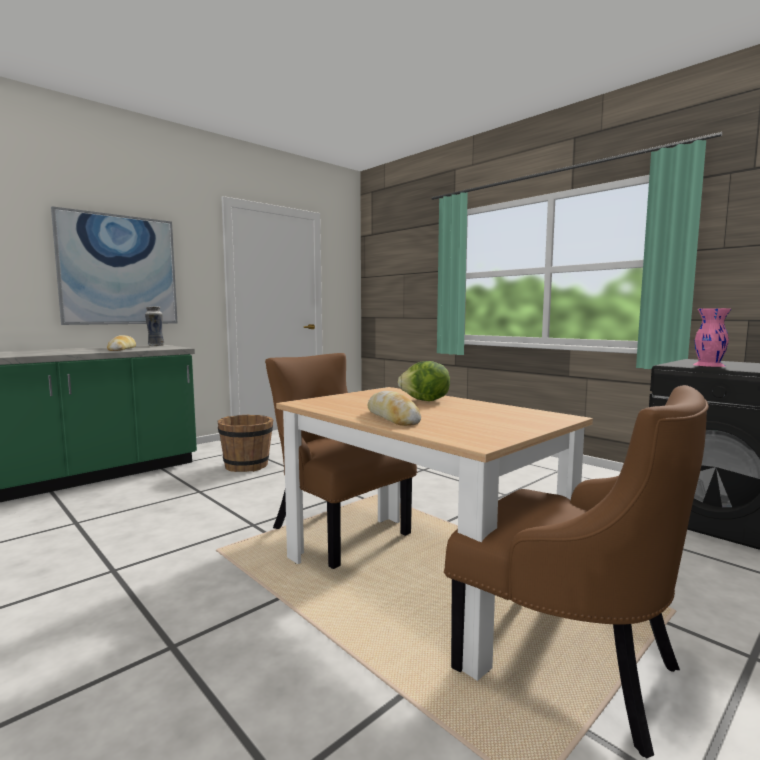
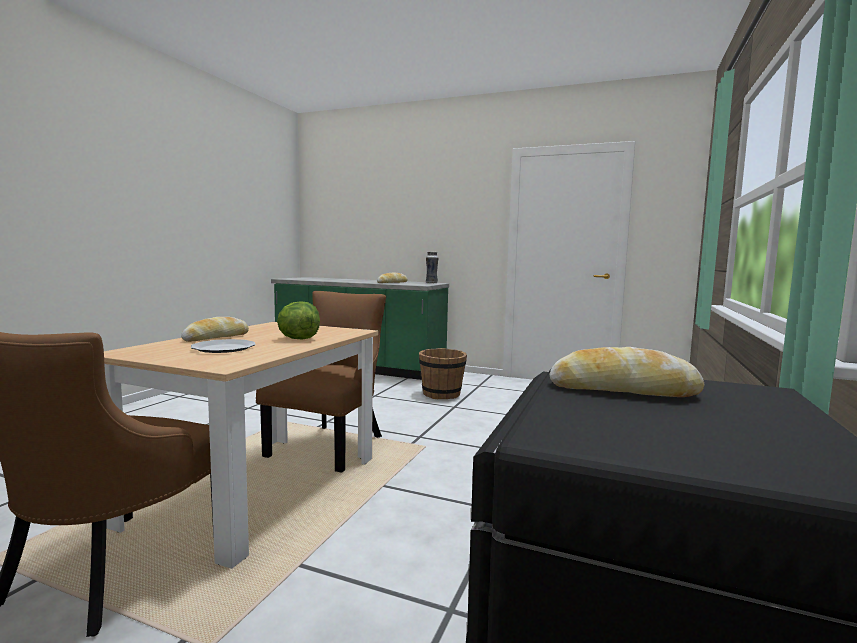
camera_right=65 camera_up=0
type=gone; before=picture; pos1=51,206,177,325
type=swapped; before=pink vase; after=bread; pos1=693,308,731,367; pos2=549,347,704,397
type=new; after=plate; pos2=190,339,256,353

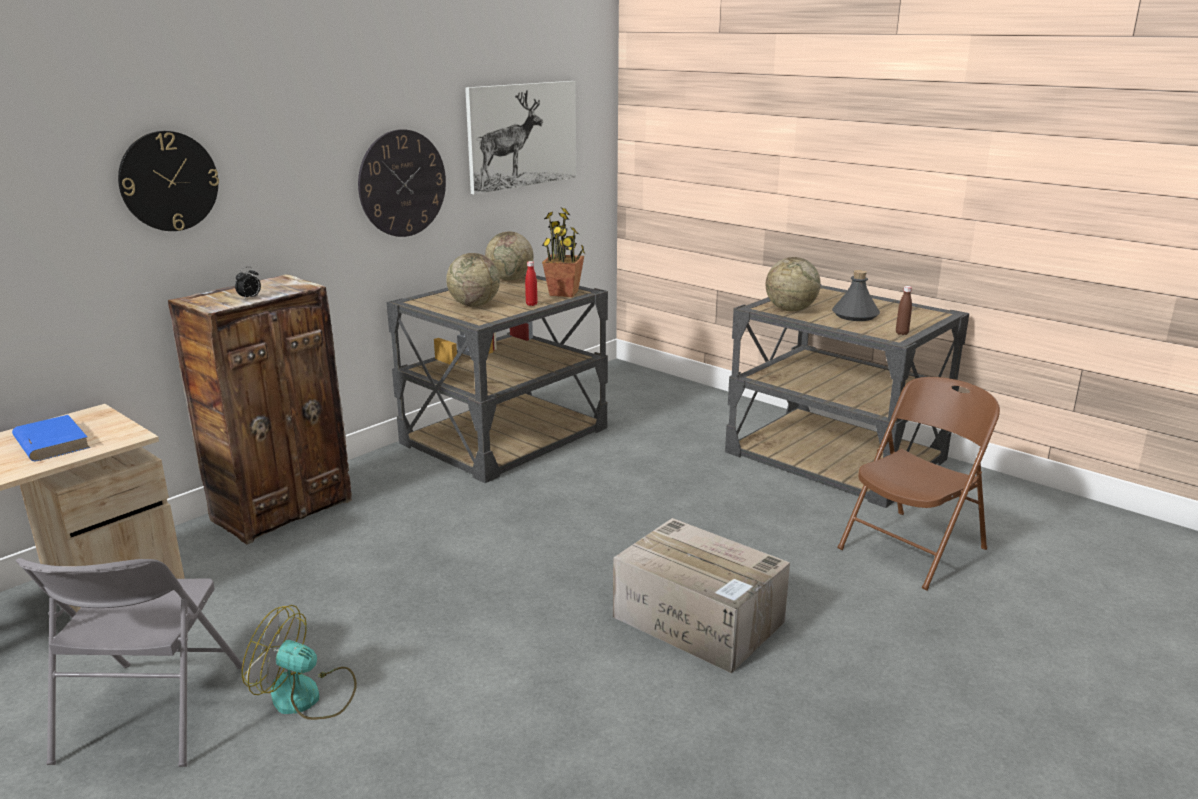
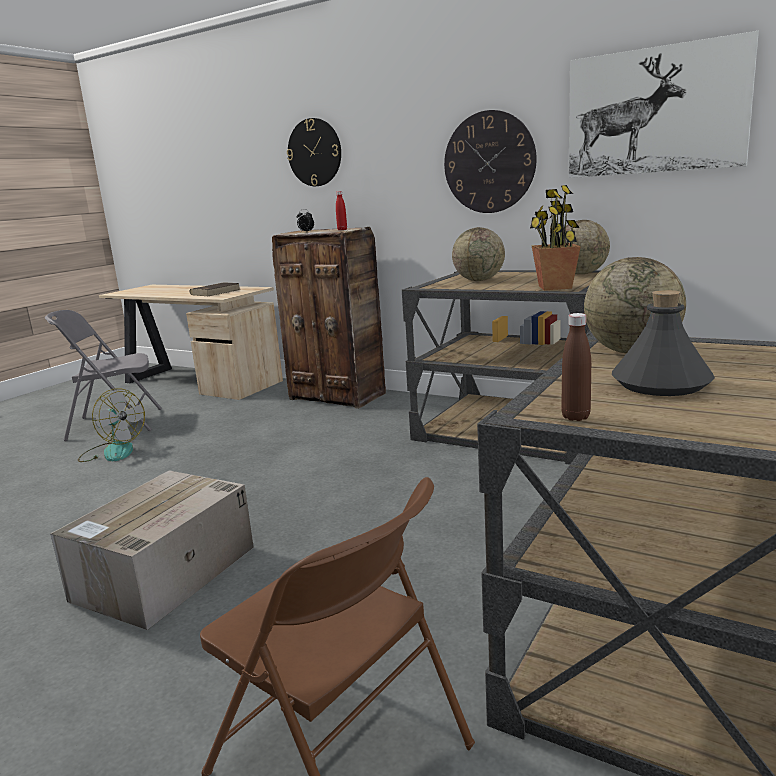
camera_right=80 camera_up=-5
type=repainted; before=blue book; after=brown book; pos1=12,415,90,461; pos2=190,282,241,296
type=rotated; before=fan; pos1=242,605,357,720; pos2=78,388,145,462; turn=120
type=shifted; before=red bottle; pos1=525,261,538,306; pos2=336,191,347,230

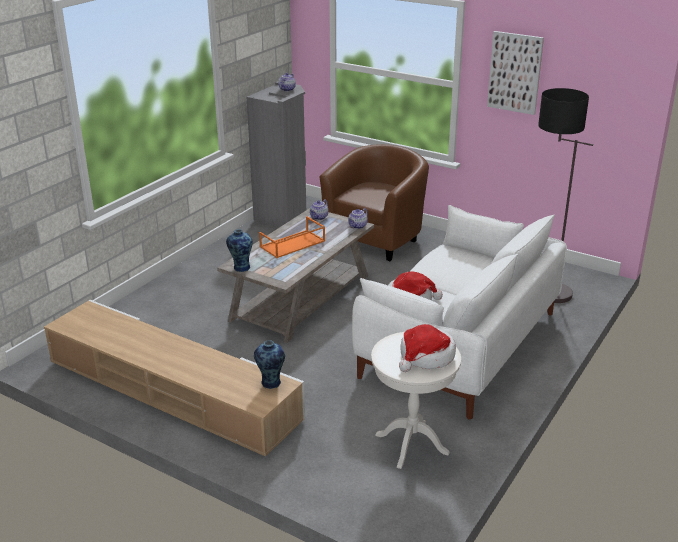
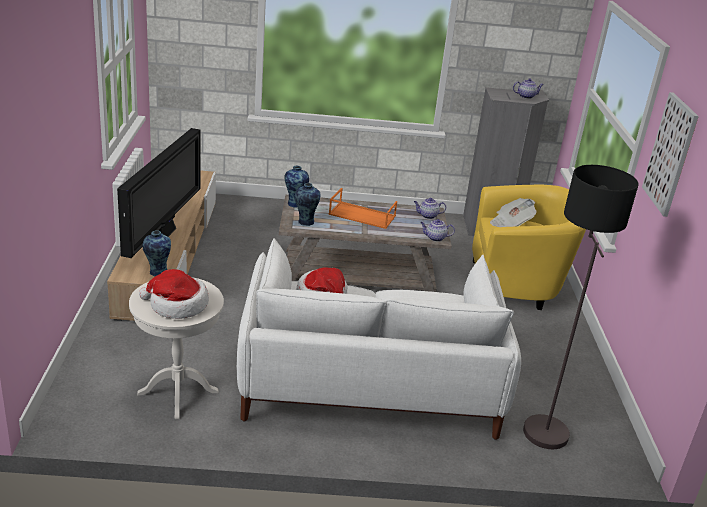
camera_right=55 camera_up=0
type=repainted; before=brown armchair; after=yellow armchair; pos1=320,144,429,261; pos2=472,185,586,310
type=new; after=television; pos2=117,128,200,258
type=new; after=vase; pos2=295,183,321,226
type=new; after=newspaper; pos2=490,198,536,227

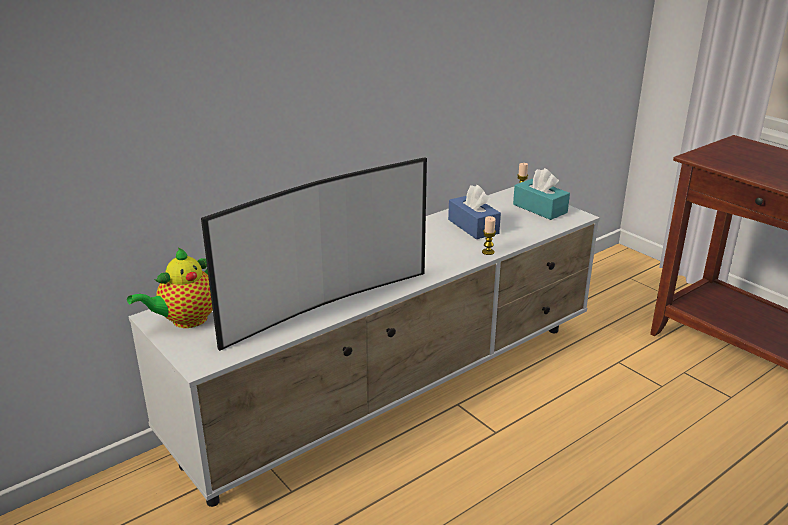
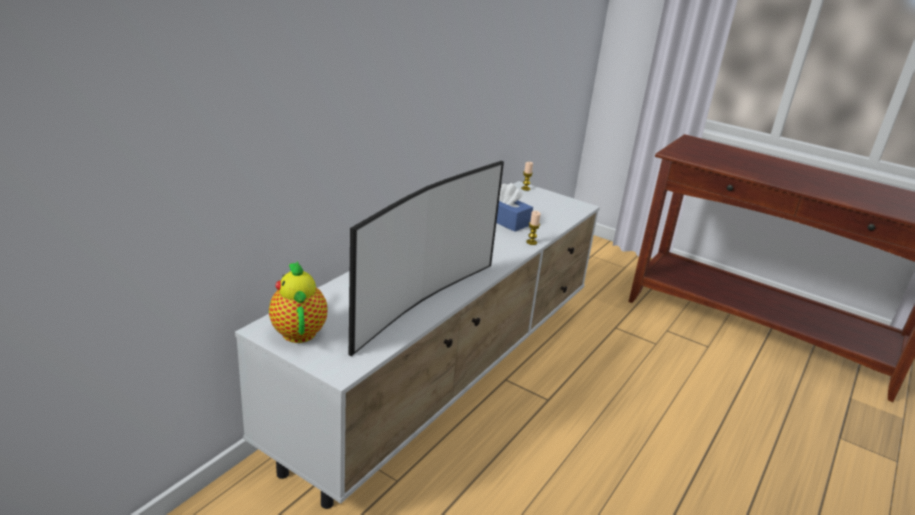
camera_right=-20 camera_up=0
type=rotated; before=teapot; pos1=127,248,213,328; pos2=269,261,328,343; turn=135
type=gone; before=turquoise tissue box; pos1=513,168,570,220

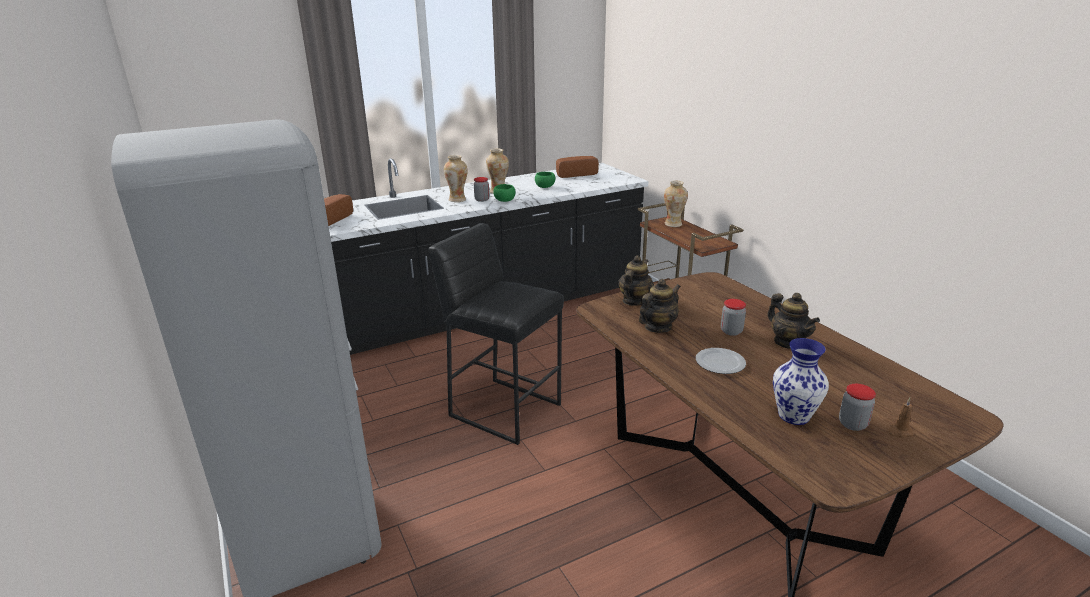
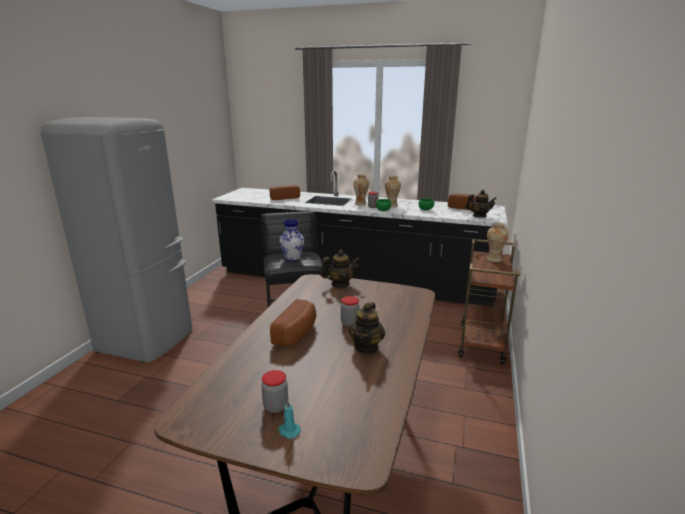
camera_right=45 camera_up=-5
type=shifted; before=teapot; pos1=639,279,681,333; pos2=465,190,497,218
type=swapped; before=plate; after=bread; pos1=696,348,746,374; pos2=270,299,316,346
type=shifted; before=vase; pos1=773,338,829,425; pos2=279,219,304,261
type=repainted; before=brown candle; after=turquoise candle; pos1=887,398,914,438; pos2=278,401,301,439

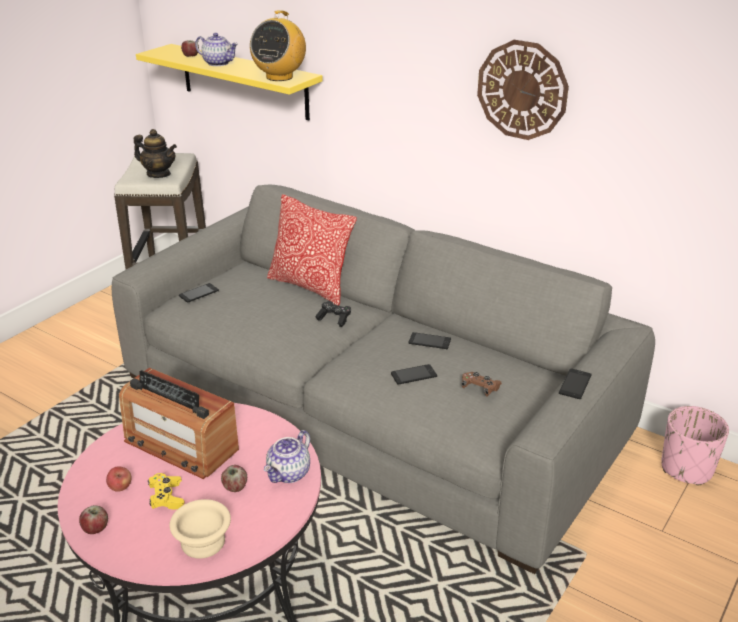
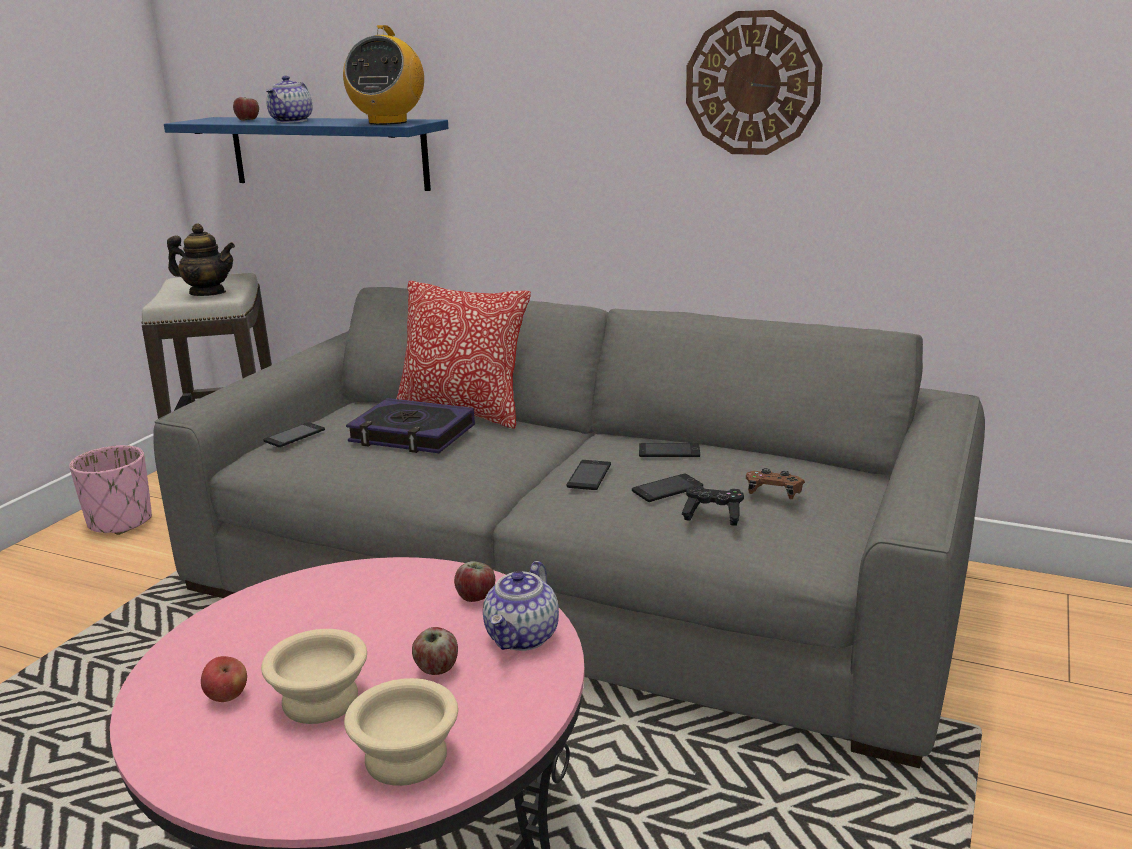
camera_right=-10 camera_up=-10
type=shifted; before=apple; pos1=79,505,108,534; pos2=454,561,495,602
type=gone; before=radio; pos1=119,368,239,479
type=repainted; before=yellow shelf; after=blue shelf; pos1=136,44,323,120; pos2=164,117,448,191
type=swapped; before=yellow game controller; after=beige bowl; pos1=148,473,184,510; pos2=261,629,367,724
type=rotated; before=teapot; pos1=195,33,238,66; pos2=266,76,312,123; turn=90
type=shifted; before=black game controller; pos1=315,301,351,327; pos2=682,485,744,526
type=shifted; before=phone; pos1=559,368,592,399; pos2=567,460,611,490
type=shifted; before=pink planter; pos1=661,406,729,486; pos2=69,445,152,535
type=new; after=book; pos2=346,398,475,453

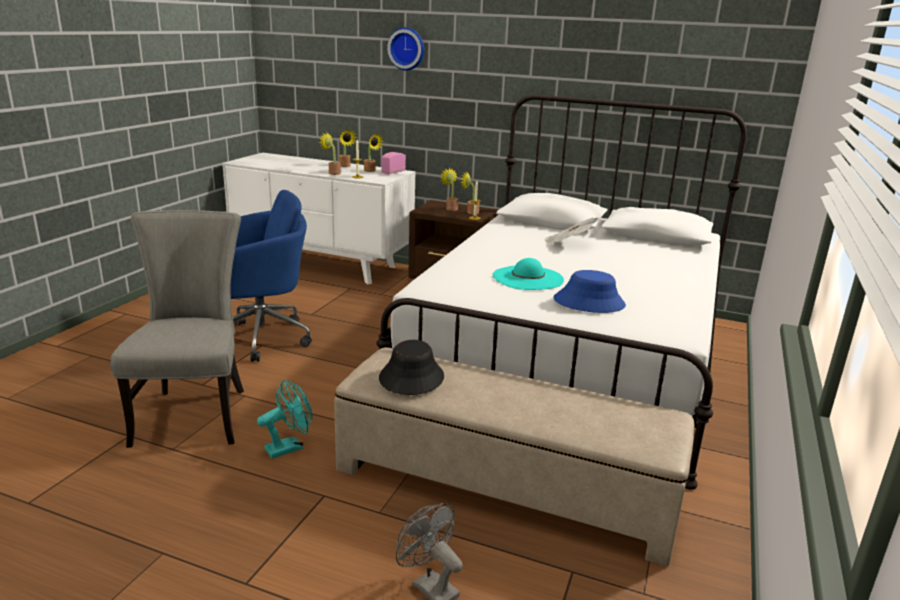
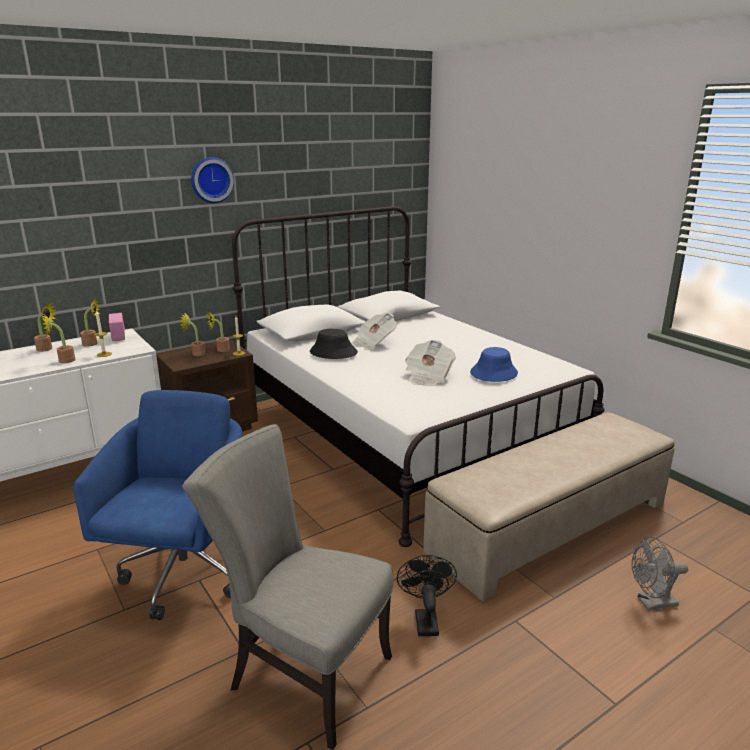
camera_right=-55 camera_up=0
type=repainted; before=turquoise fan; after=black fan; pos1=257,380,312,459; pos2=397,555,457,636
type=shifted; before=black hat; pos1=379,340,444,395; pos2=310,329,358,359
type=shifted; before=wall clock; pos1=387,27,424,70; pos2=191,157,234,203
type=swapped; before=turquoise hat; after=newspaper; pos1=492,258,564,290; pos2=405,340,456,385

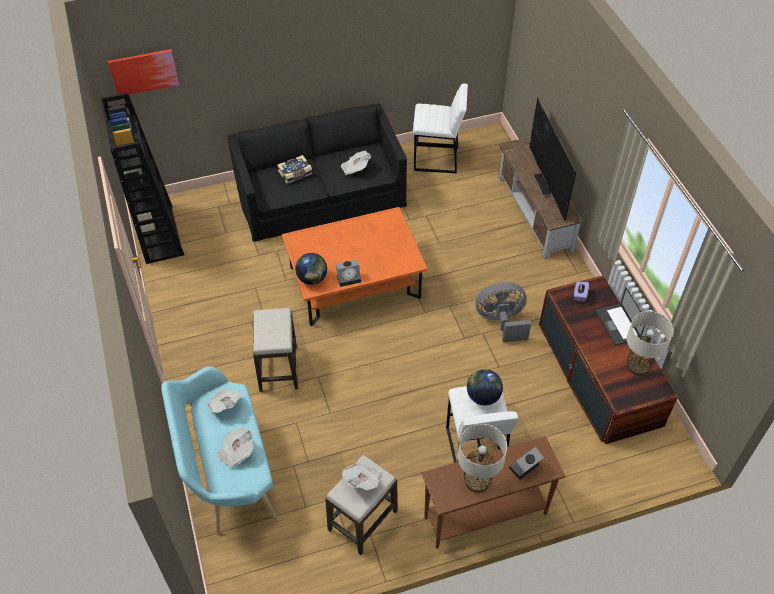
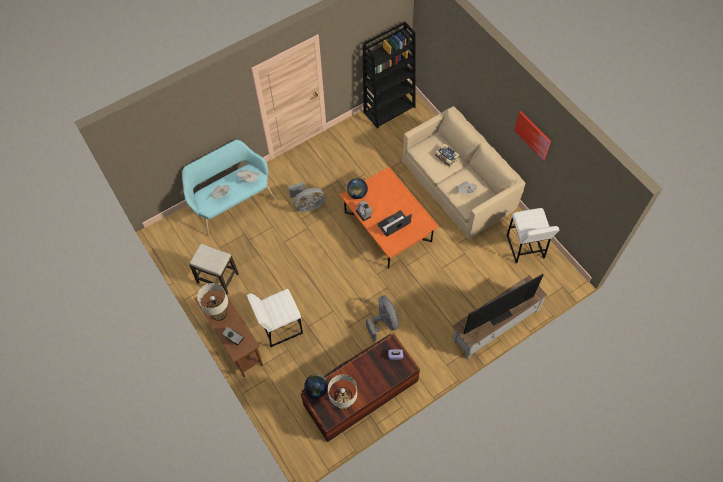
camera_right=75 camera_up=10
type=shifted; before=picture; pos1=108,49,179,95; pos2=514,111,551,160
type=repainted; before=black sofa; after=beige sofa; pos1=228,103,407,242; pos2=402,106,525,239
type=swapped; before=stool; after=grey fan; pos1=253,308,298,392; pos2=288,182,326,212
type=gone; before=newspaper; pos1=342,463,381,490
type=shifted; before=globe; pos1=467,369,503,405; pos2=304,374,328,398
type=shifted; before=laptop; pos1=596,287,645,345; pos2=377,210,412,237

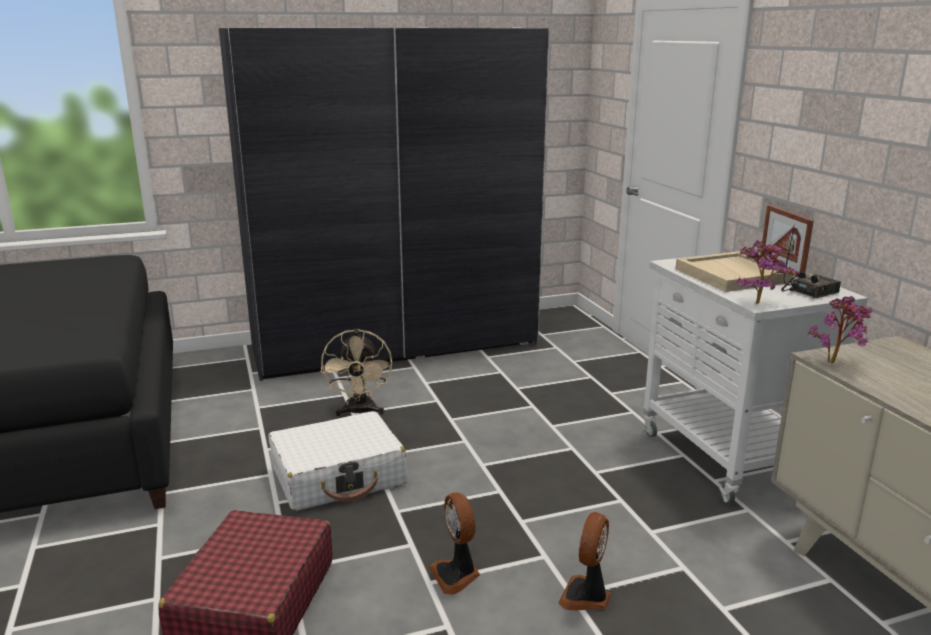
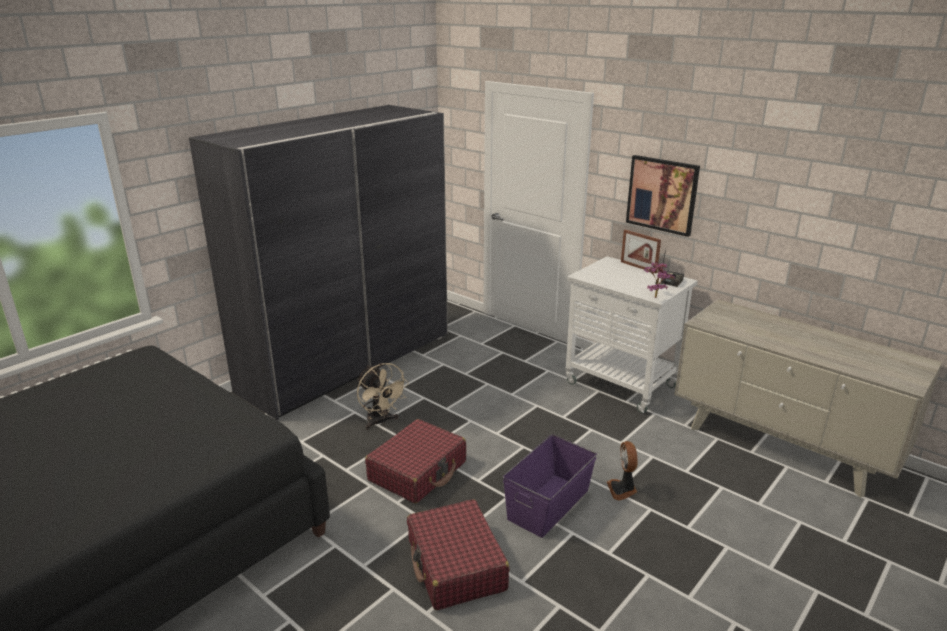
camera_right=-30 camera_up=5
type=repainted; before=white suitcase; after=red suitcase; pos1=269,411,407,511; pos2=365,419,466,504
type=swapped; before=fan; after=purple storage box; pos1=429,492,480,595; pos2=503,434,597,538
type=gone; before=beige tray; pos1=675,251,793,292
type=gone; before=potted plant; pos1=808,296,873,363
type=new; after=picture; pos2=626,155,700,237

